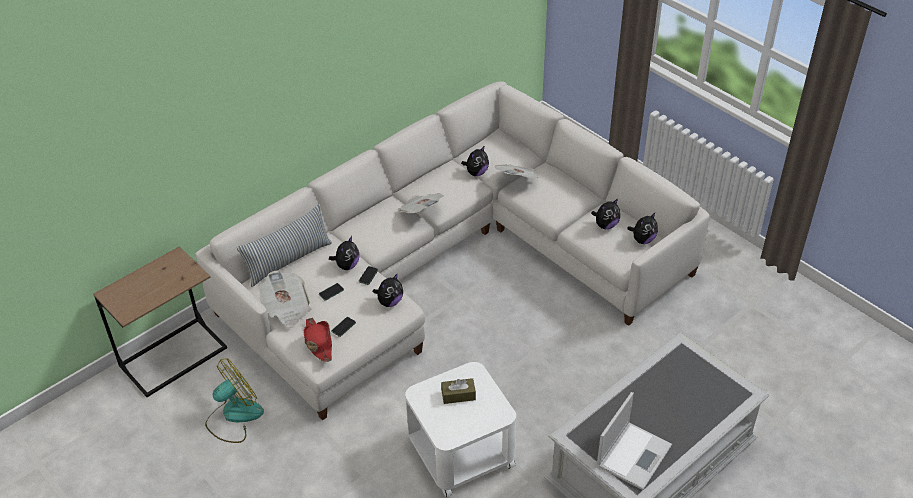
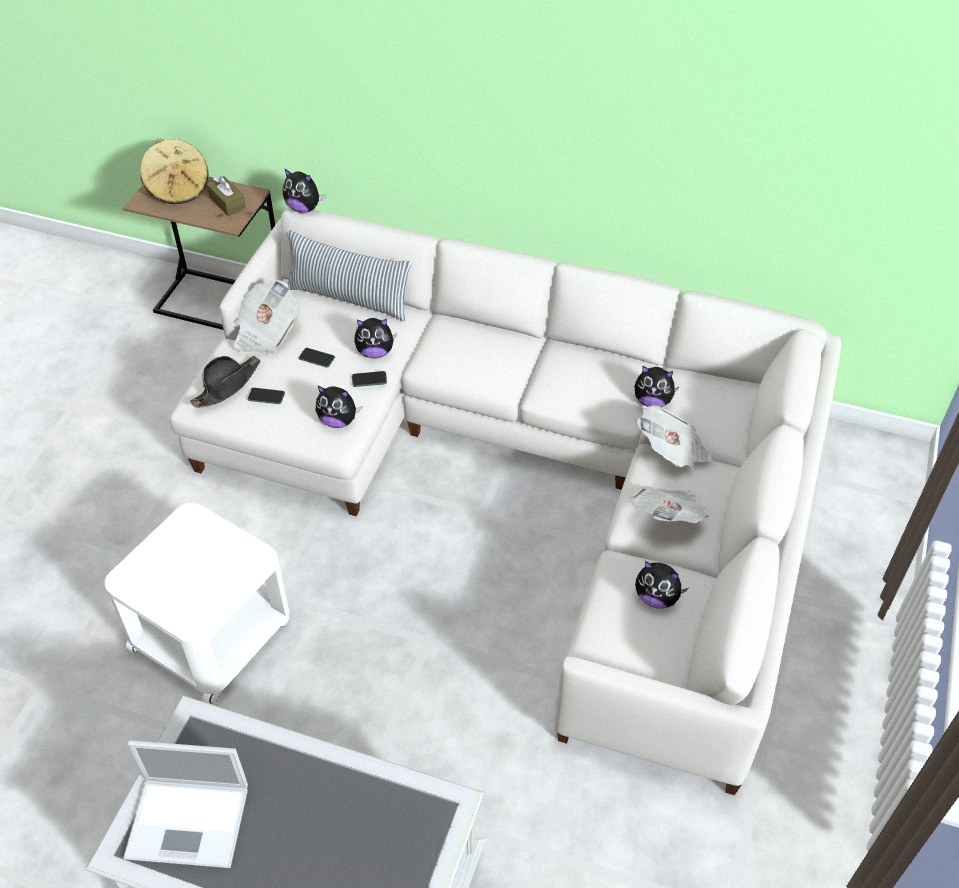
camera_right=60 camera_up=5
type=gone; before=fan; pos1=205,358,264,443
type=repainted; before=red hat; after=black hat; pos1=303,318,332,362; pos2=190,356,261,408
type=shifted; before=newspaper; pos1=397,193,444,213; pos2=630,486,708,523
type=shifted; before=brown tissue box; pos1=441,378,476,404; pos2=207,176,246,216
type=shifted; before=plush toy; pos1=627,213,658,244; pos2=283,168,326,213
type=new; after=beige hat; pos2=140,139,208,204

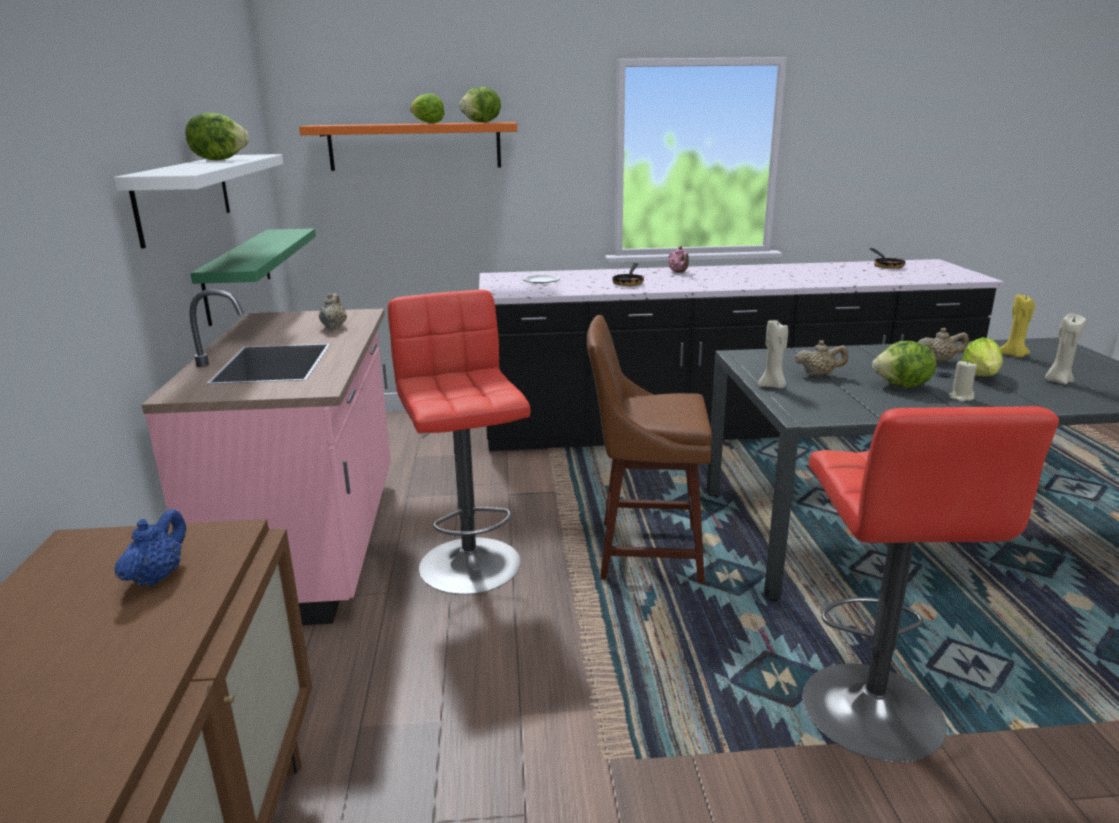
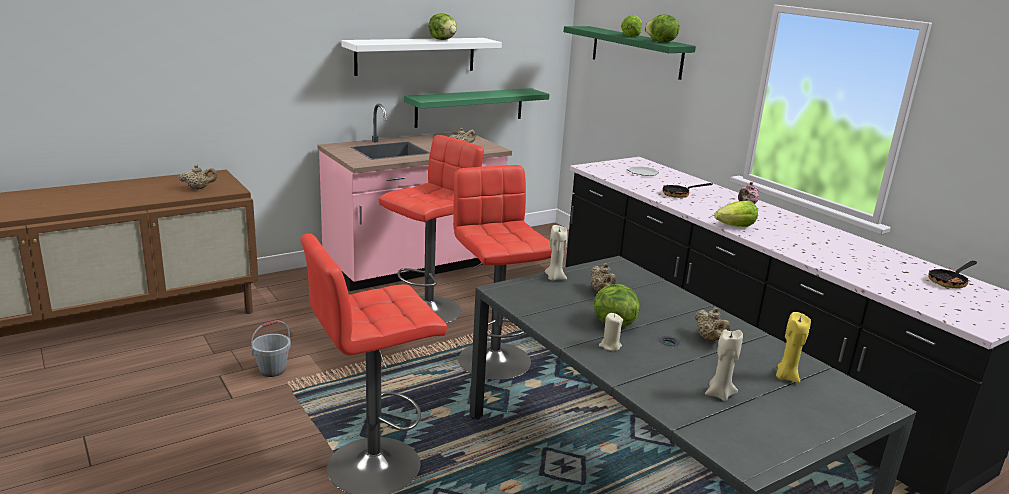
camera_right=60 camera_up=0
type=repainted; before=blue teapot; after=beige teapot; pos1=115,509,186,586; pos2=179,164,217,190
type=repainted; before=orange shelf; after=green shelf; pos1=299,122,517,171; pos2=564,26,696,80
type=swapped; before=brown chair; after=red stool; pos1=587,315,712,583; pos2=453,165,551,380
type=shifted; before=lettuce; pos1=962,337,1003,376; pos2=714,201,758,227
type=new; after=grey bucket; pos2=251,320,291,377

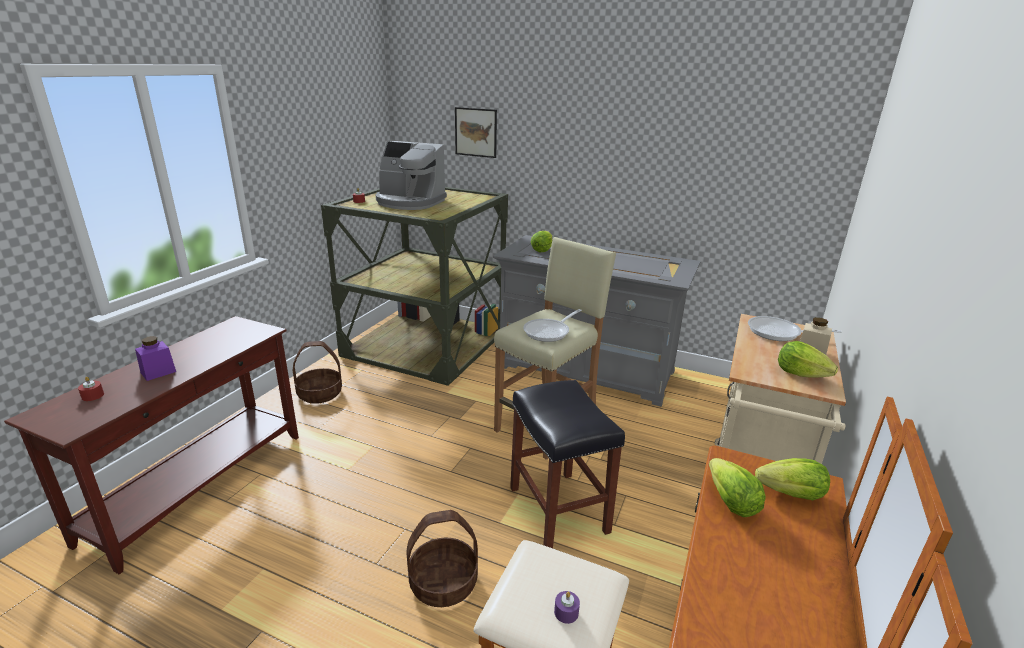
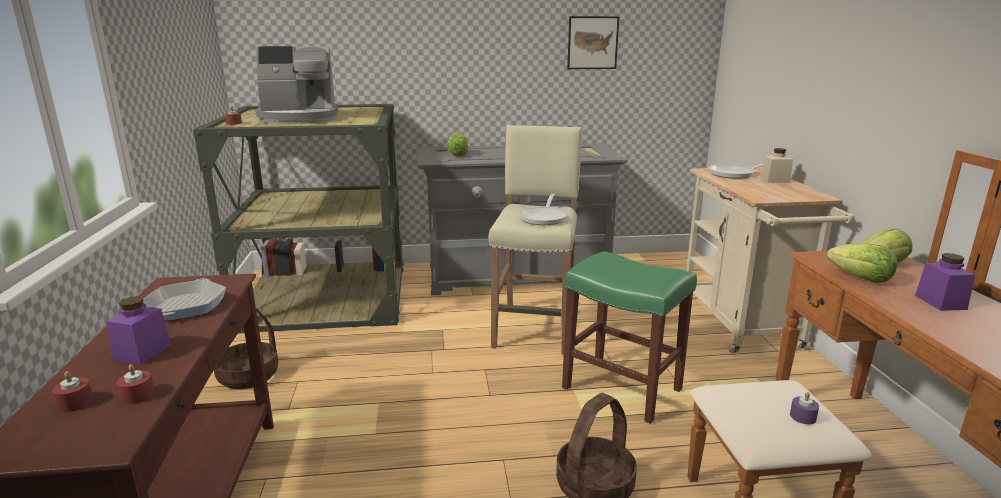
camera_right=-30 camera_up=-5
type=shifted; before=picture; pos1=455,107,497,158; pos2=567,16,619,69
type=repainted; before=black stool; after=green stool; pos1=510,380,625,548; pos2=562,251,697,424
type=gone; before=lettuce; pos1=778,341,838,378
type=new; after=red candle; pos2=117,364,155,404
type=new; after=frying pan; pos2=143,278,226,321
type=new; after=purple jar; pos2=915,253,975,311

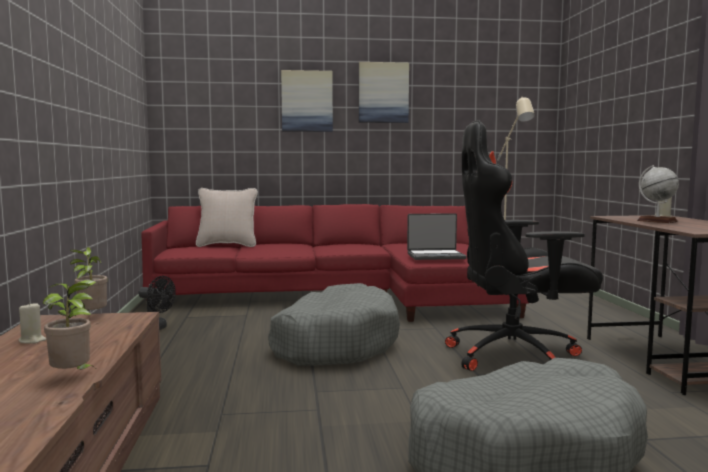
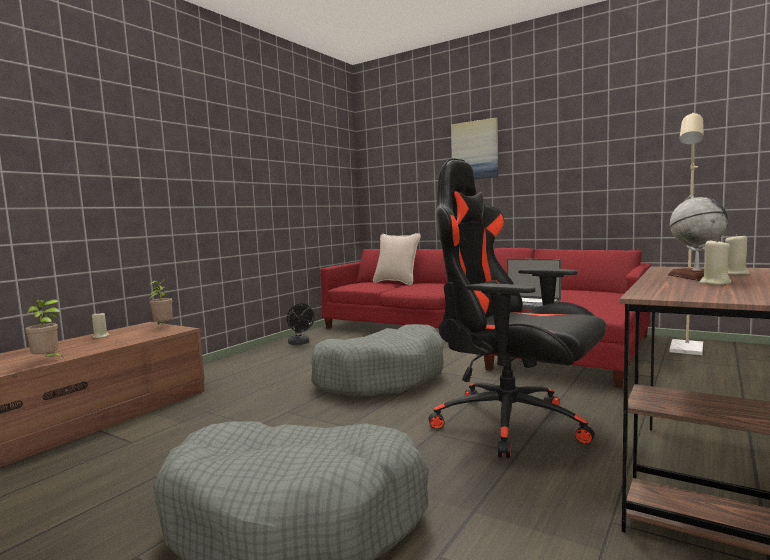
camera_right=40 camera_up=0
type=gone; before=picture; pos1=359,62,409,123
type=new; after=beige candle; pos2=699,238,731,285

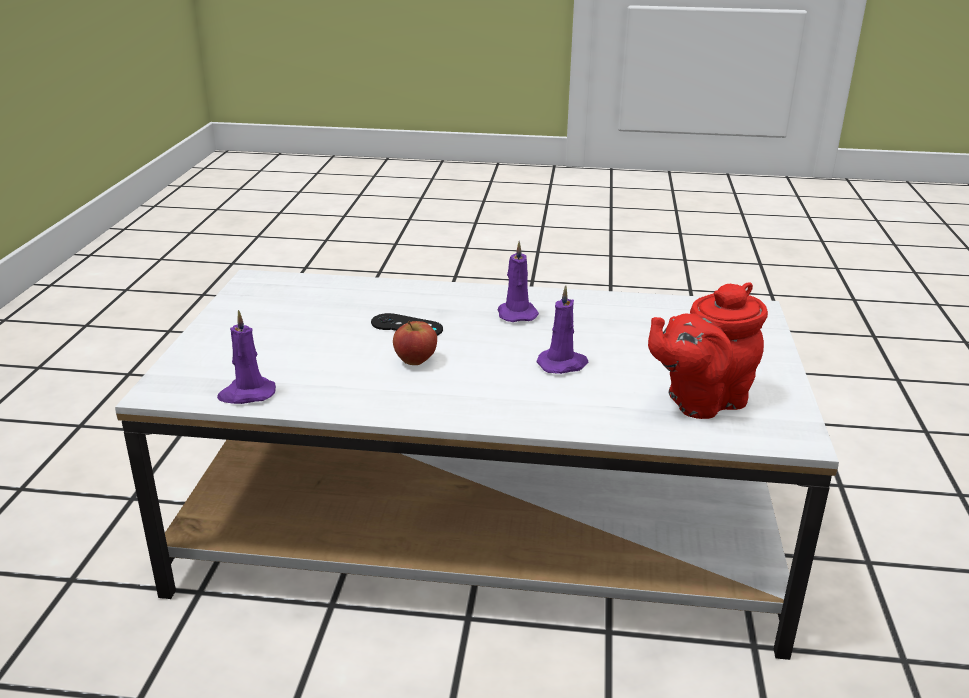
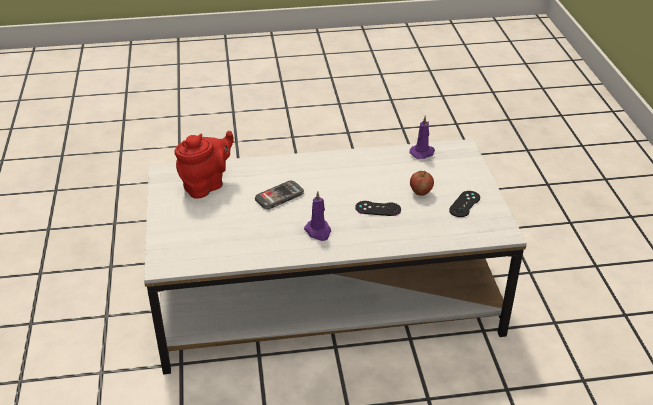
camera_right=165 camera_up=10
type=shifted; before=apple; pos1=393,321,437,365; pos2=410,171,434,196
type=swapped; before=purple candle; after=phone; pos1=536,285,589,374; pos2=255,181,304,209
type=new; after=black game controller; pos2=449,191,480,217

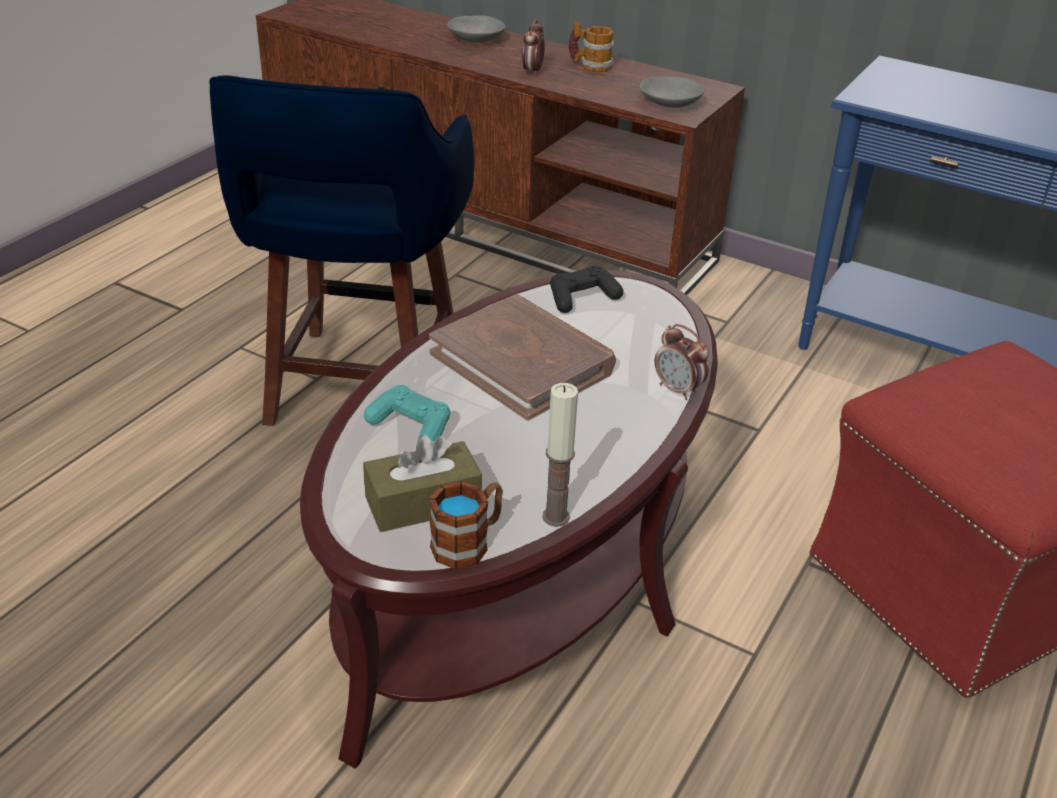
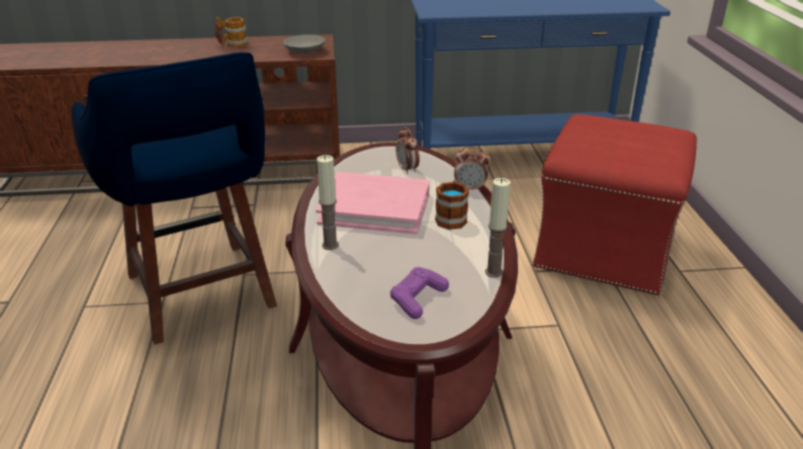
camera_right=-35 camera_up=-5
type=swapped; before=brown tissue box; after=purple game controller; pos1=363,435,482,532; pos2=390,267,449,319
type=gone; before=turquoise game controller; pos1=364,385,450,441
type=repainted; before=brown book; after=pink book; pos1=429,294,616,420; pos2=316,172,430,234
type=shifted; before=mug; pos1=429,481,503,569; pos2=435,180,469,230
type=gone; before=grey bowl; pos1=447,15,506,43
type=shifted; before=alarm clock; pos1=522,19,545,75; pos2=396,127,420,174
type=gone; before=black game controller; pos1=550,265,623,313
type=new; after=candle; pos2=317,155,339,250

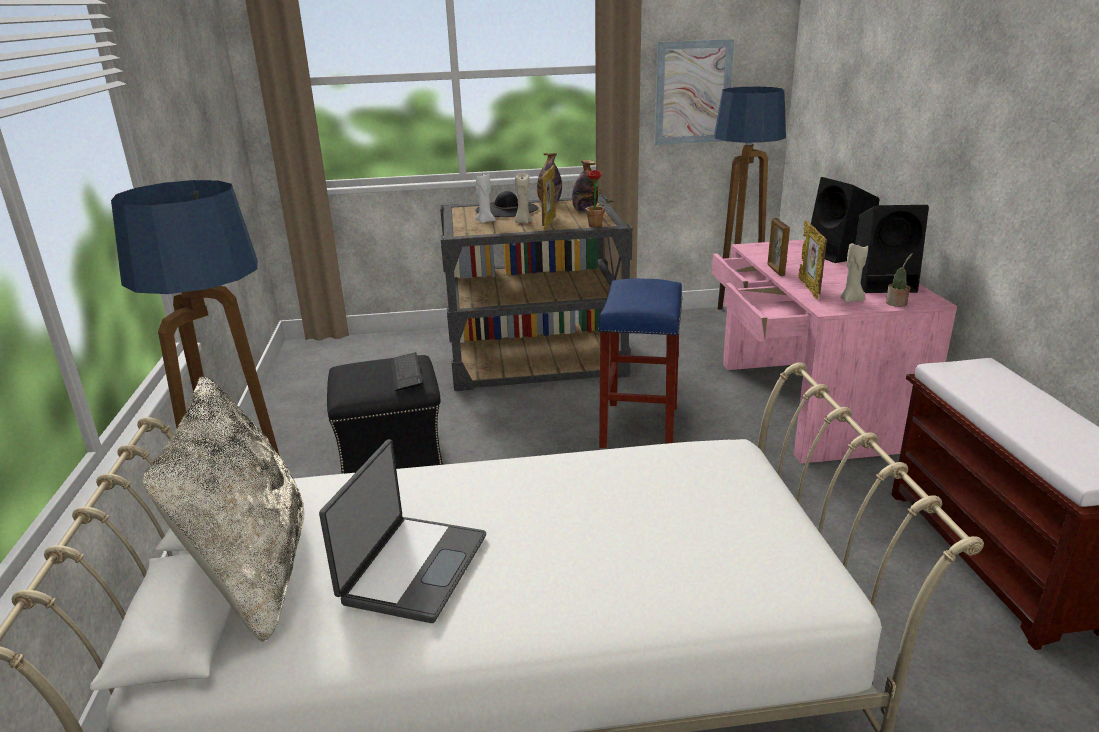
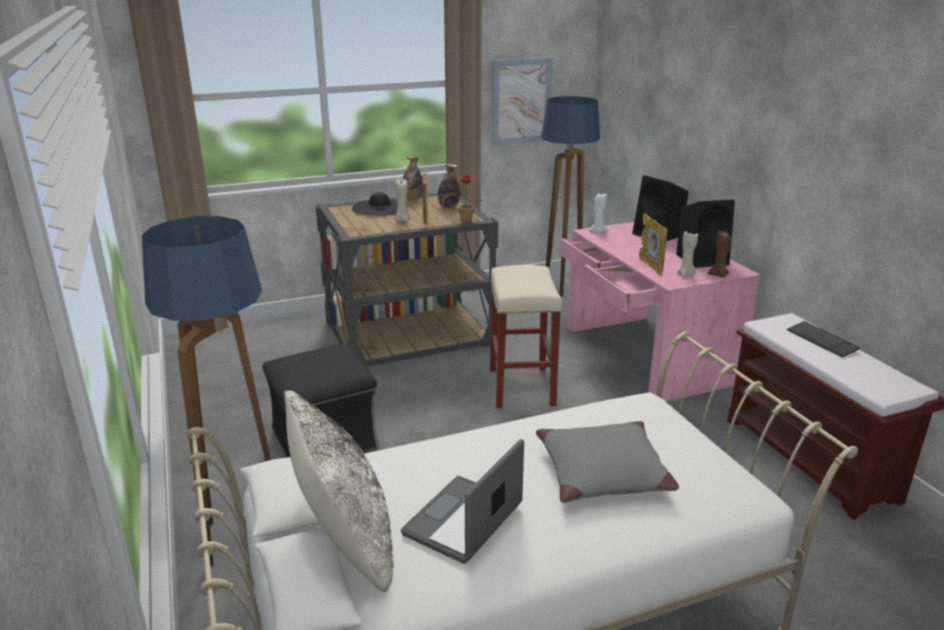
camera_right=-15 camera_up=0
type=rotated; before=laptop; pos1=319,439,486,623; pos2=401,439,524,564; turn=-150
type=shifted; before=keyboard; pos1=391,352,422,391; pos2=787,321,860,358
type=shifted; before=white candle; pos1=475,174,496,223; pos2=589,194,608,234
type=repainted; before=blue stool; after=beige stool; pos1=598,278,683,448; pos2=490,265,562,408
type=gone; before=picture frame; pos1=767,218,790,276
type=swapped; before=potted plant; after=brown candle; pos1=886,253,913,307; pos2=708,230,731,277
type=new; after=grey pillow; pos2=536,421,679,503

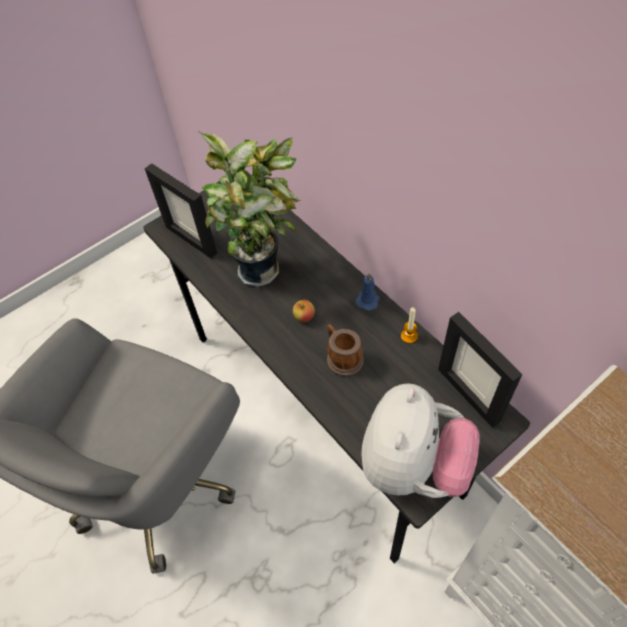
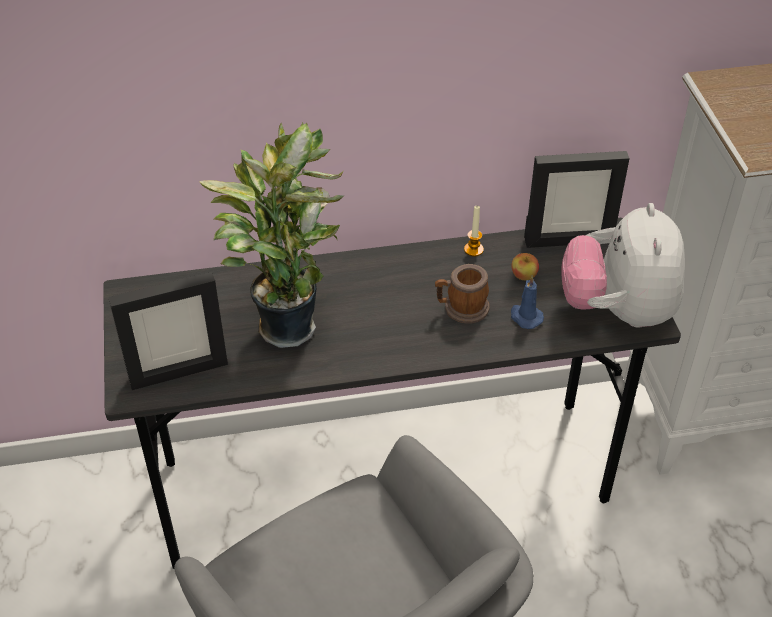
camera_right=-65 camera_up=-10
type=shifted; before=apple; pos1=293,300,315,322; pos2=511,253,539,280
type=shifted; before=blue candle; pos1=355,273,380,311; pos2=511,276,544,329
type=rotated; before=plush toy; pos1=361,383,480,498; pos2=561,203,685,328; turn=-135

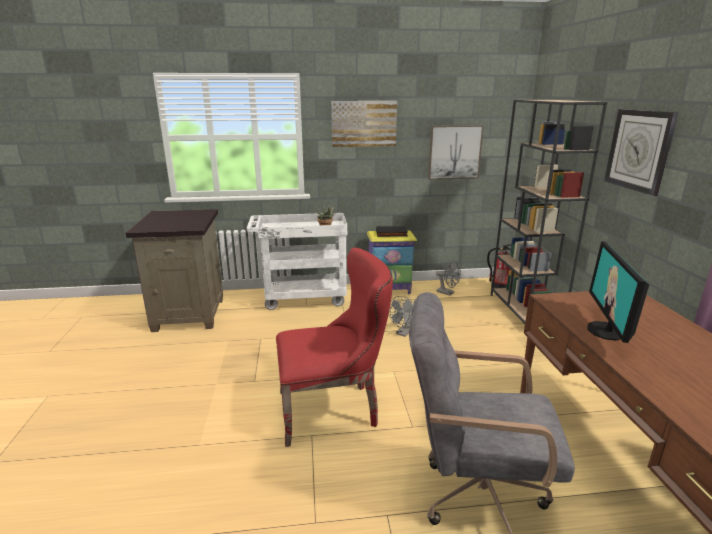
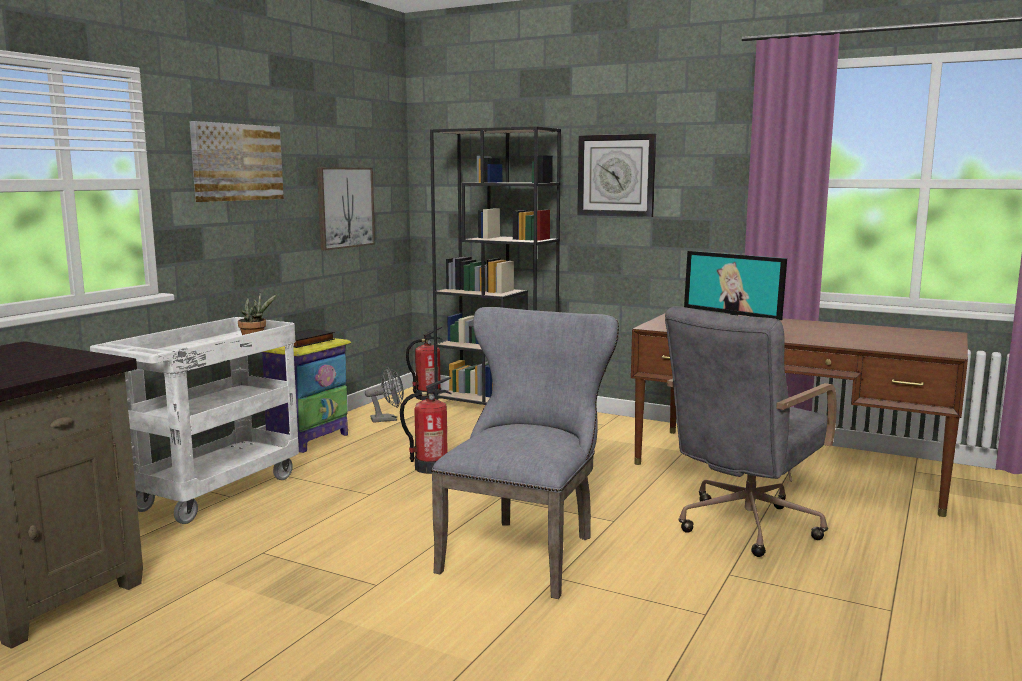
camera_right=-55 camera_up=-10
type=repainted; before=red chair; after=grey chair; pos1=276,248,393,447; pos2=431,307,619,599
type=swapped; before=grey fan; after=fire extinguisher; pos1=389,296,414,337; pos2=400,377,452,474

